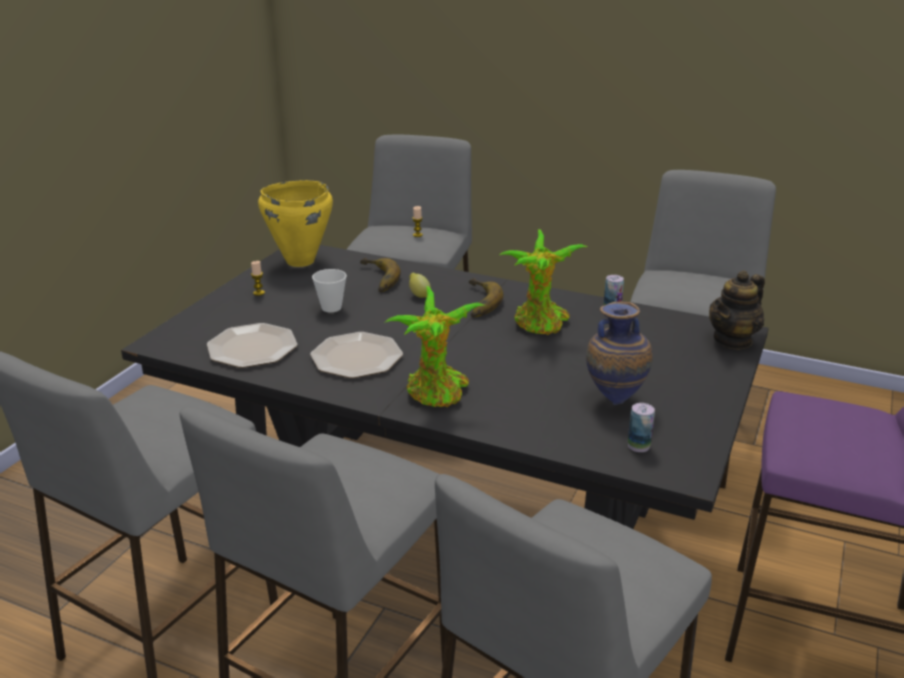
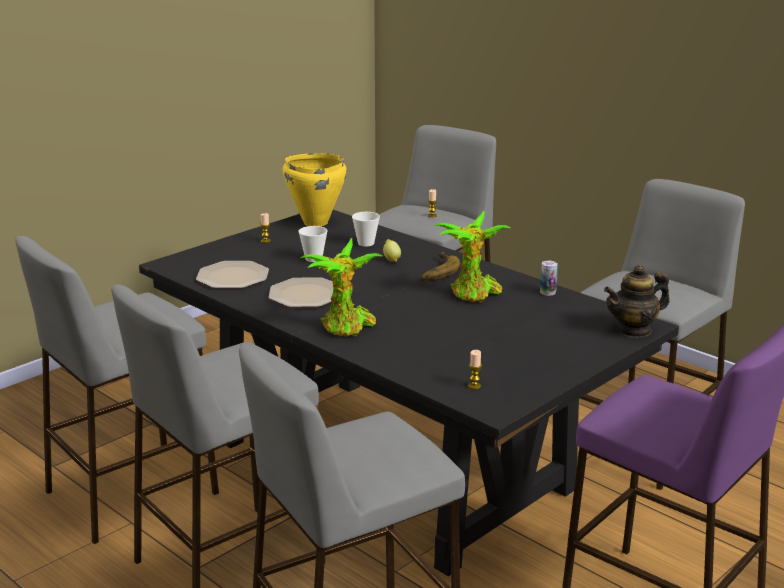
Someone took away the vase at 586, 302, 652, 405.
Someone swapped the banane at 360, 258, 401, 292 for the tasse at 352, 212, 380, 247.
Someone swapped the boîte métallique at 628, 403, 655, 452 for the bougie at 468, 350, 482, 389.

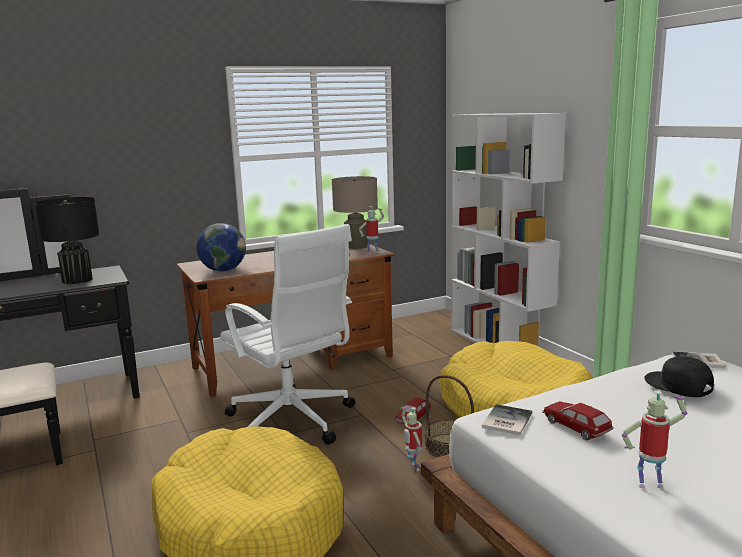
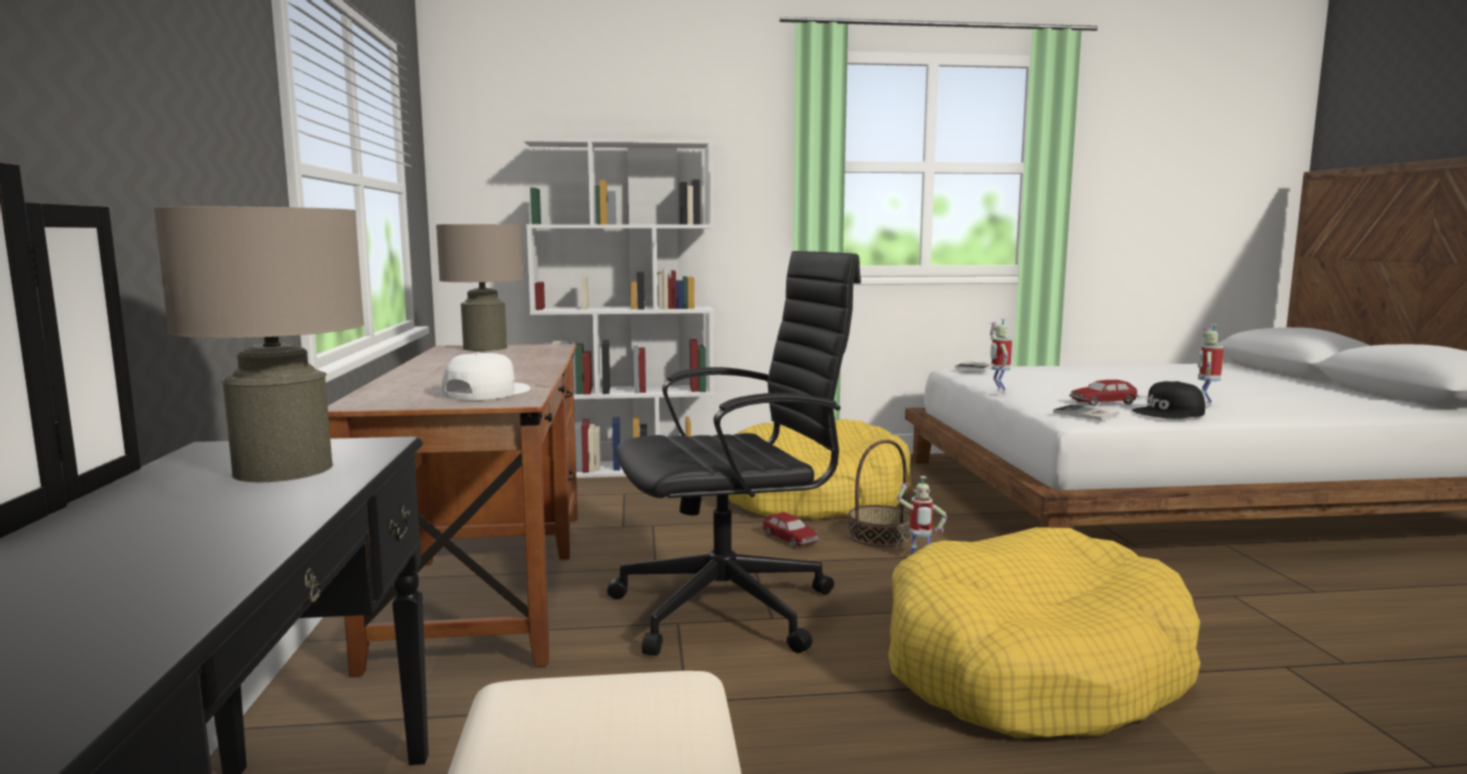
Someone carried the robot jouet from 359, 206, 384, 254 to 989, 318, 1012, 393.
Someone carried the casquette [noir] from 644, 356, 714, 397 to 1132, 381, 1205, 419.
Someone swapped the globe at 196, 223, 246, 271 for the casquette [blanc] at 442, 352, 531, 401.
Someone repainted the lampe de table [noir] at 35, 197, 99, 284, which became the lampe de table [beige] at 154, 206, 364, 482.
Someone repainted the chaise de bureau [blanc] at 220, 224, 355, 445, which became the chaise de bureau [noir] at 607, 251, 861, 656.

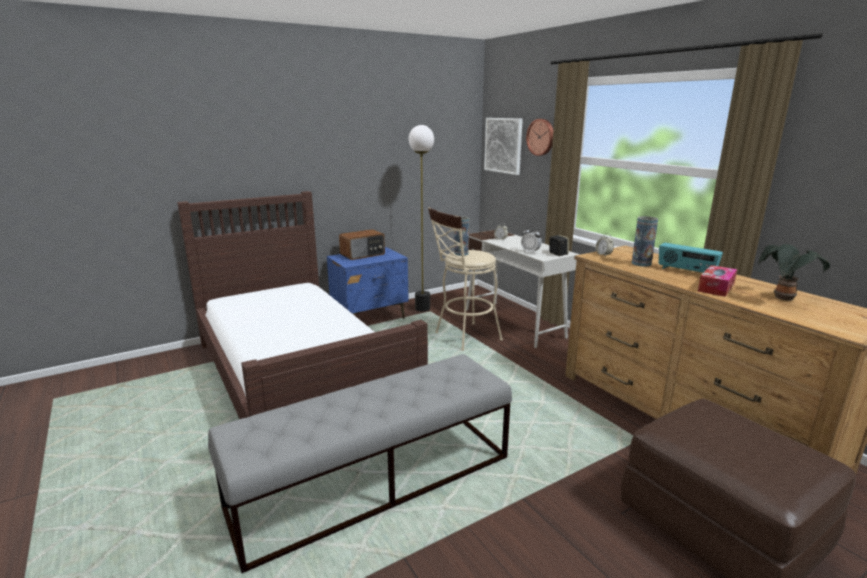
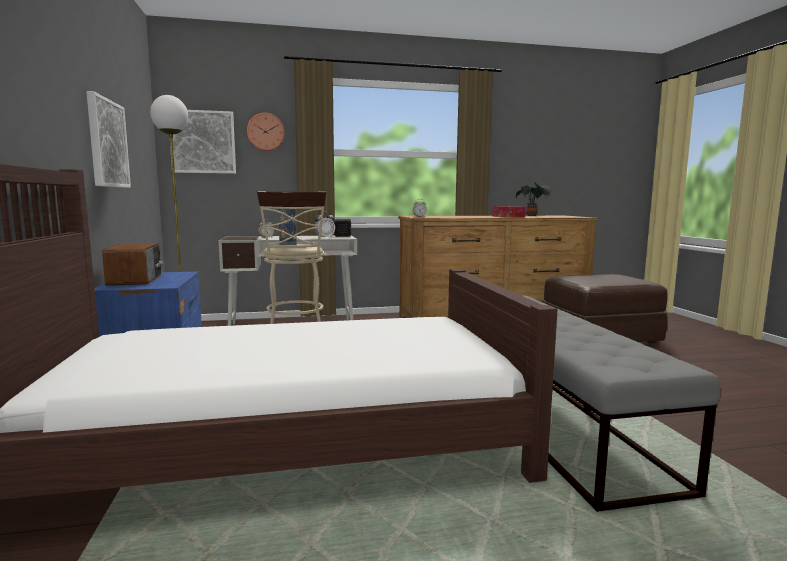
Someone took away the vase at 632, 216, 658, 267.
Someone took away the radio at 659, 243, 723, 273.
Someone put up the tableau at 86, 91, 131, 188.

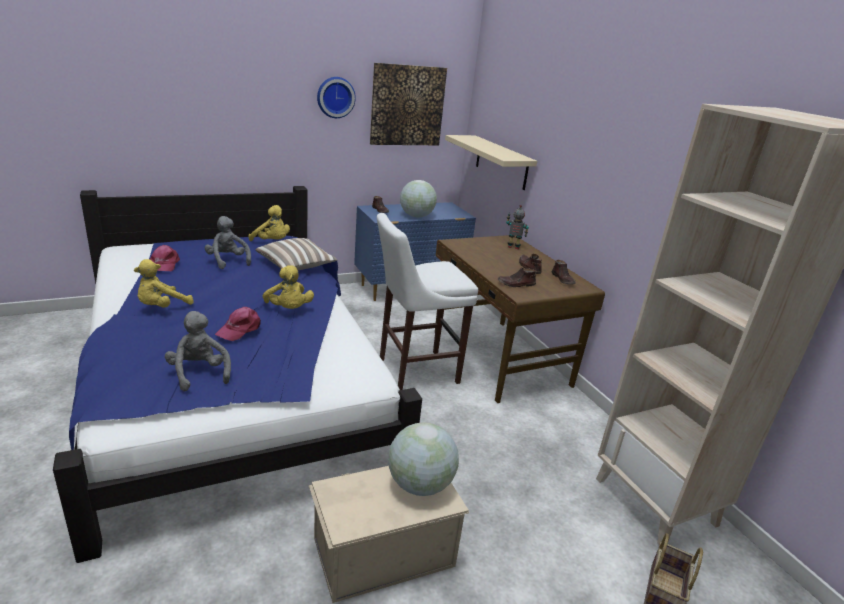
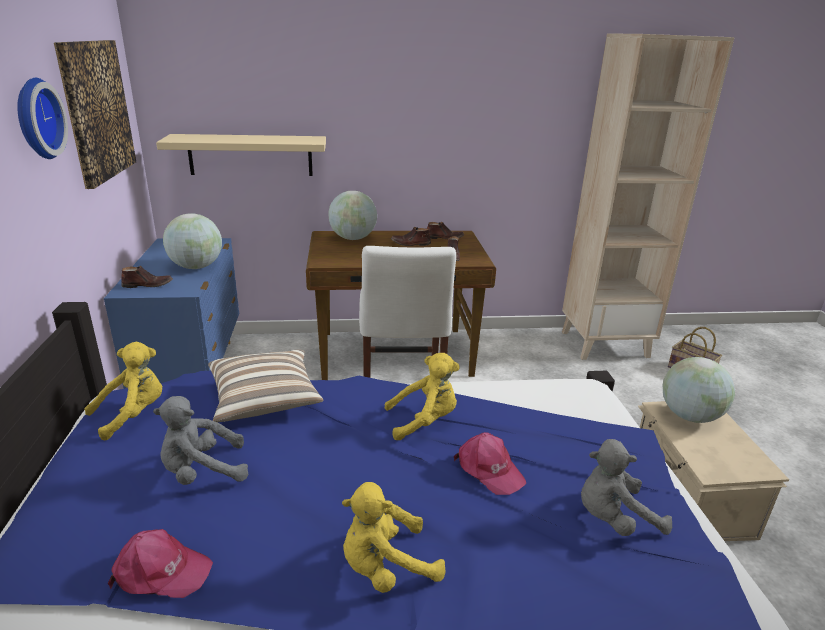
Someone swapped the robot jouet at 506, 205, 529, 249 for the globe at 328, 191, 377, 240.
Someone rotated the peluche [jaune] at 134, 259, 194, 308 by 105 degrees clockwise.

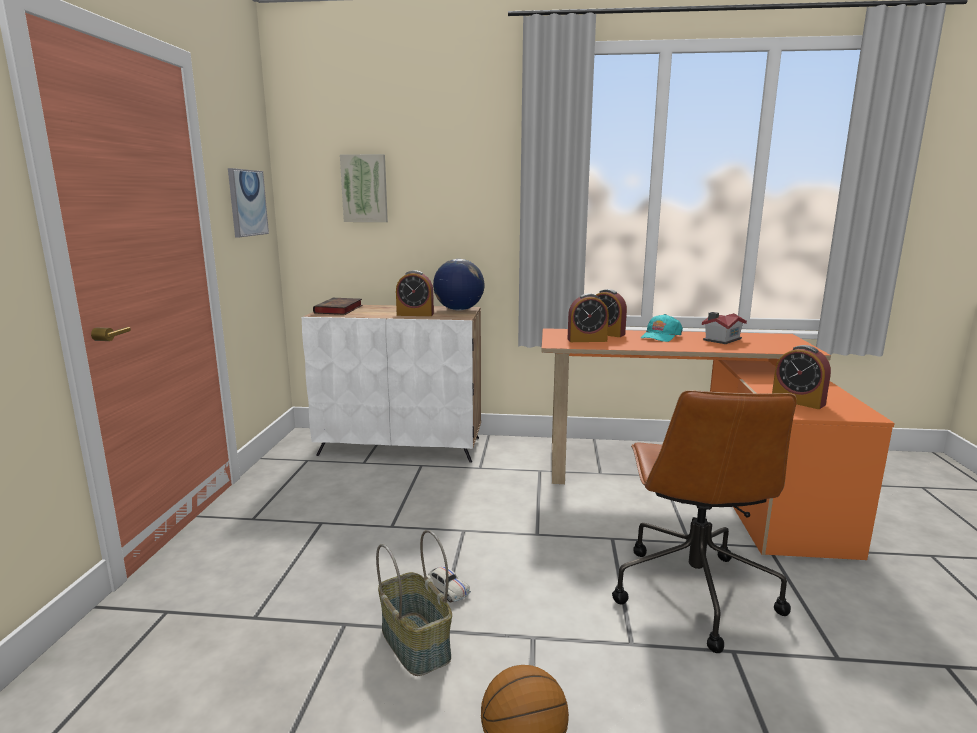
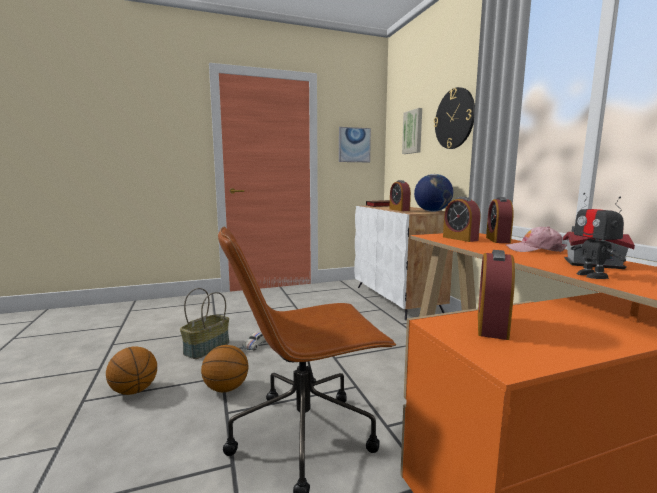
Someone put down the ballon de basket at 201, 345, 248, 392.
Someone put up the horloge murale at 434, 87, 475, 149.
Someone put down the robot jouet at 571, 193, 626, 279.
Someone repainted the casquette [turquoise] at 641, 314, 683, 342, which became the casquette [rose] at 506, 226, 567, 252.

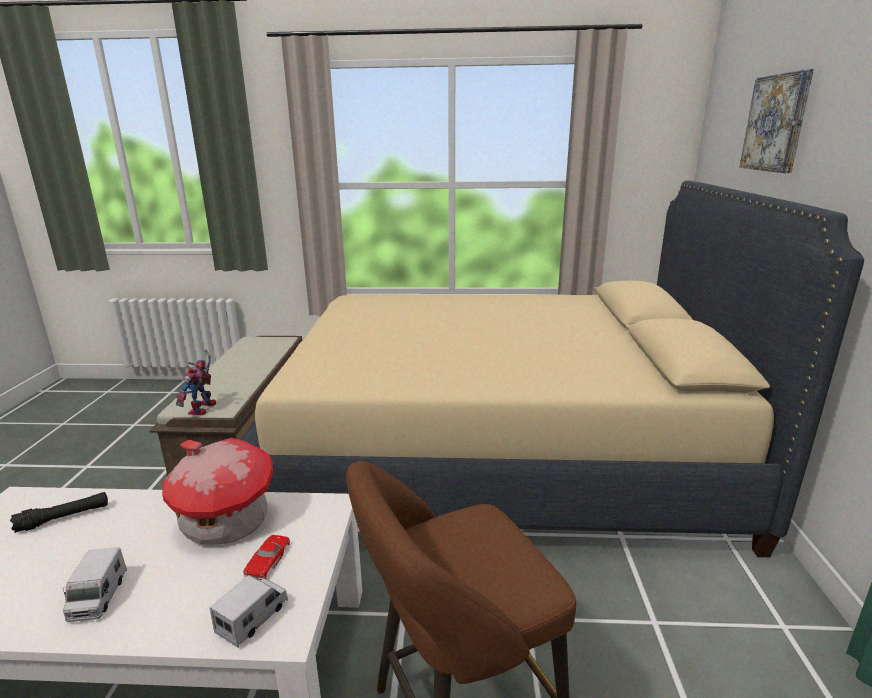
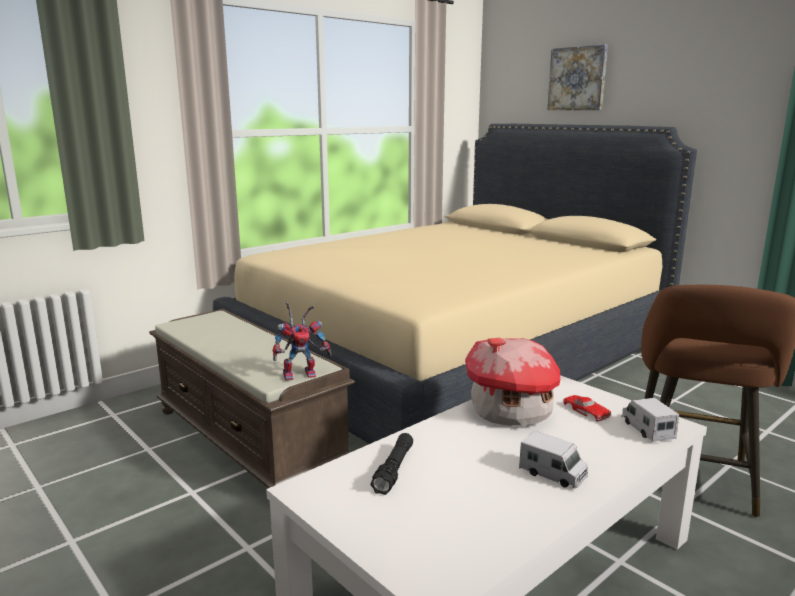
Someone rotated the robot jouet at 175, 349, 216, 415 by 75 degrees counterclockwise.

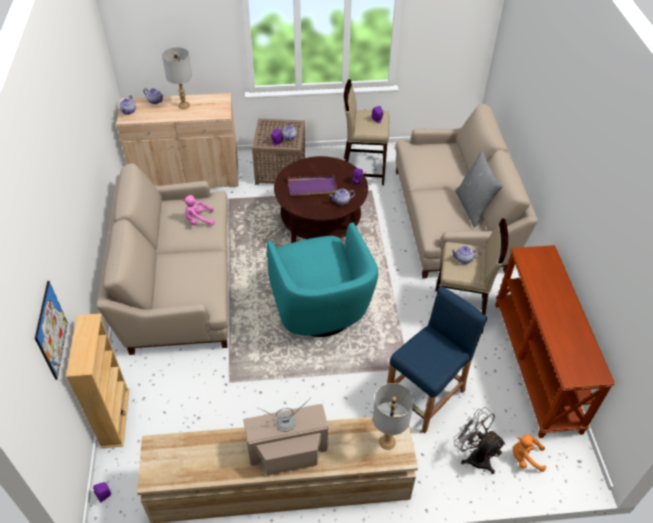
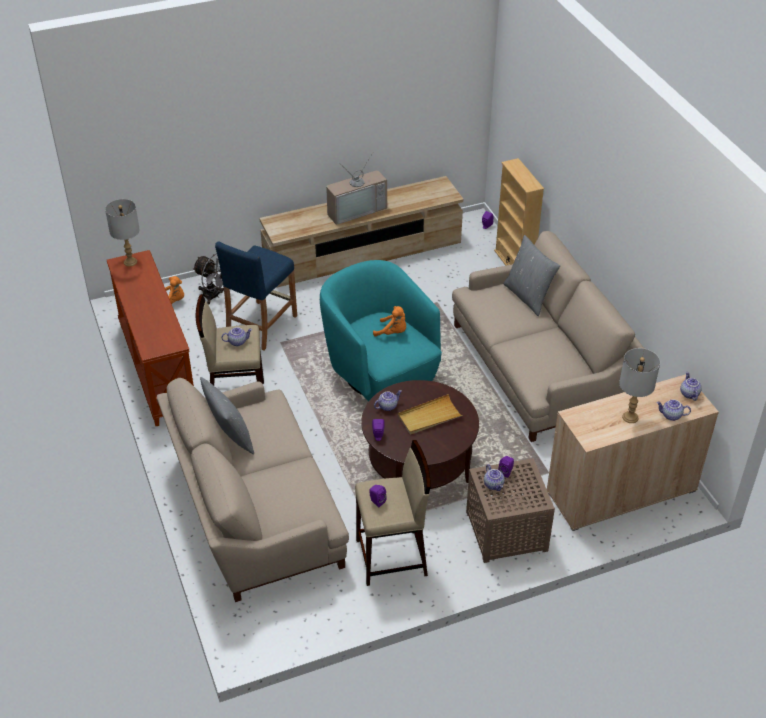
Someone took away the tableau at 35, 281, 68, 380.
Someone took away the peluche [rose] at 183, 195, 215, 226.
Someone put down the peluche [orange] at 373, 306, 406, 336.
Someone put down the coussin [gris] at 503, 235, 560, 316.
Someone carried the lampe de table [gris] from 373, 383, 414, 450 to 105, 199, 140, 266.
Someone repainted the plateau [violet] at 288, 175, 337, 196, which became the plateau [beige] at 398, 394, 463, 434.

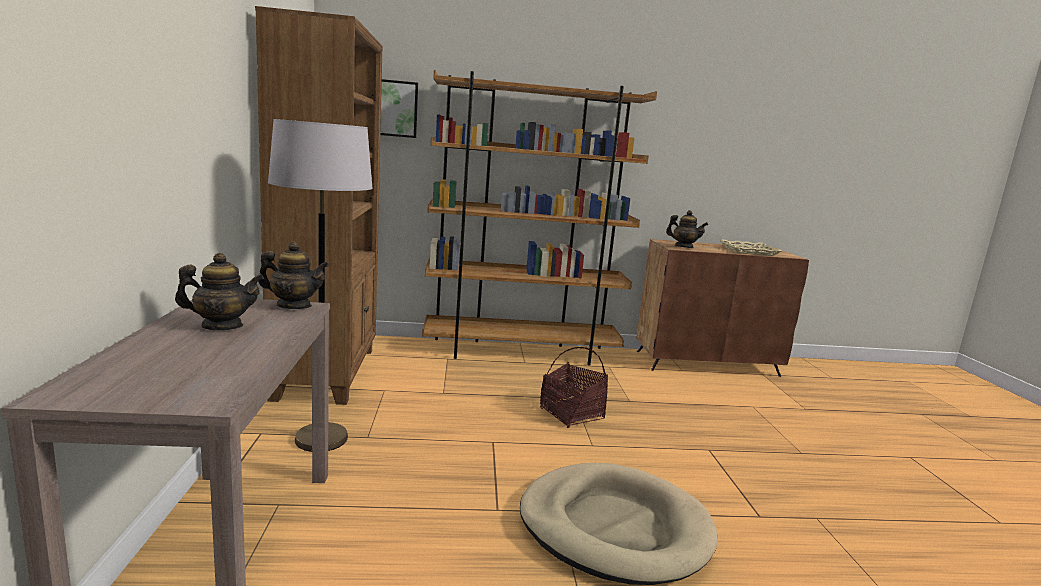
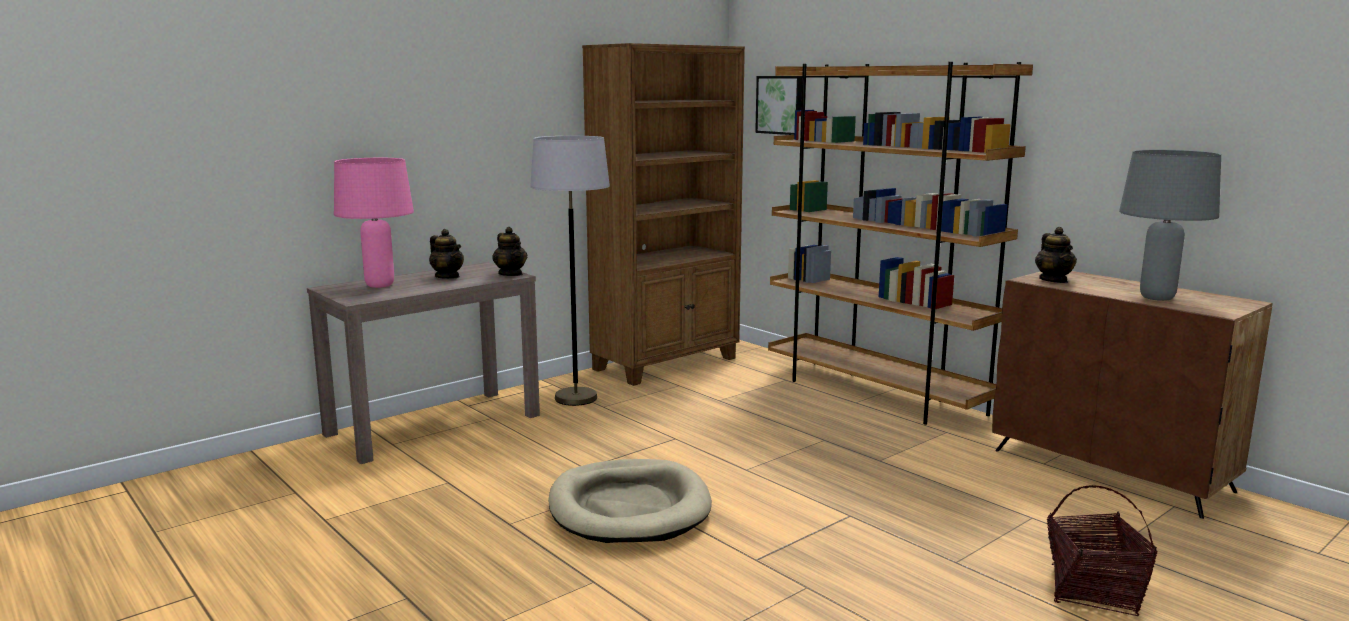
Someone put down the lampe de table [rose] at 334, 158, 414, 288.
Someone carried the panier from 540, 347, 608, 428 to 1047, 485, 1157, 616.
Someone swapped the plateau [beige] at 720, 239, 781, 256 for the lampe de table [gris] at 1119, 150, 1221, 301.

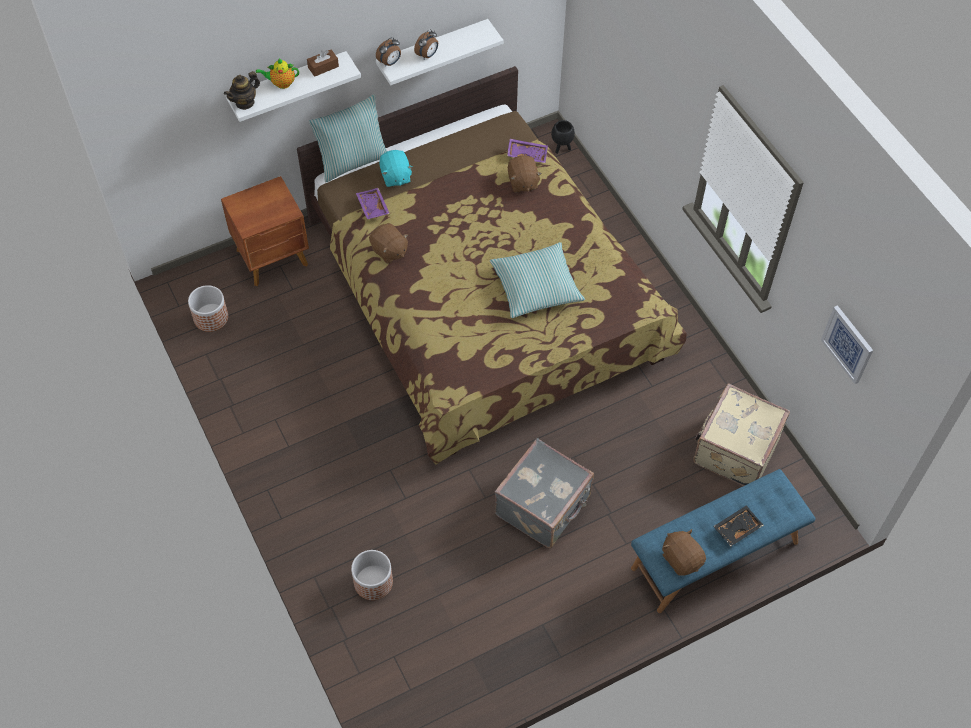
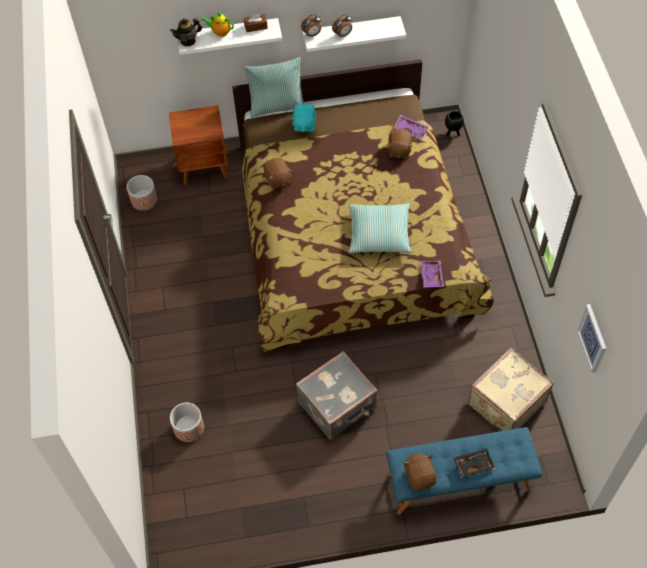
Someone carried the plateau [violet] from 356, 188, 390, 219 to 420, 261, 444, 287.

